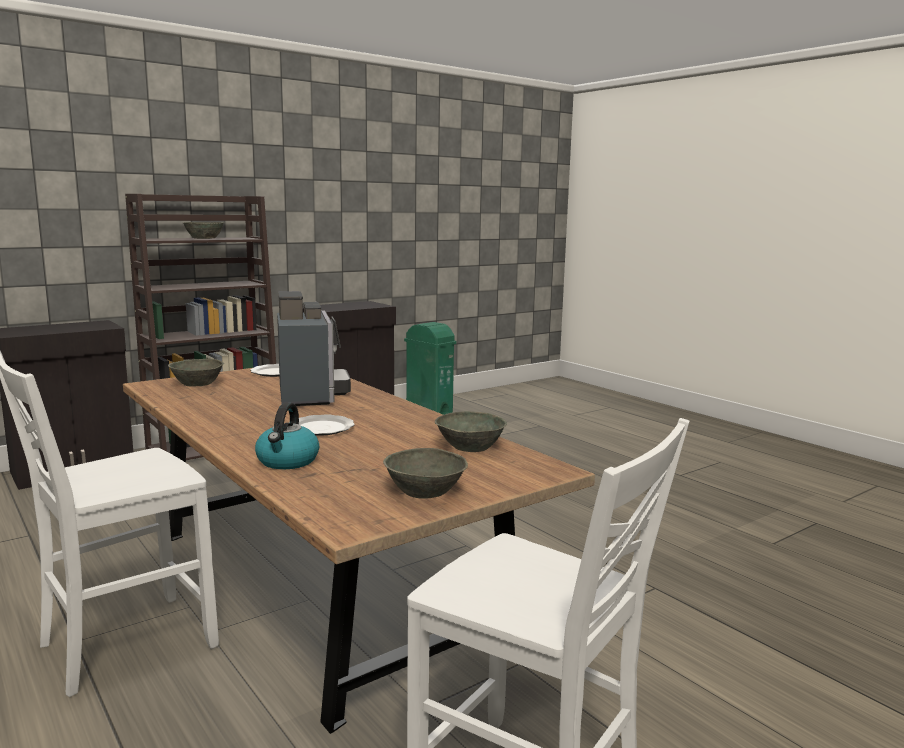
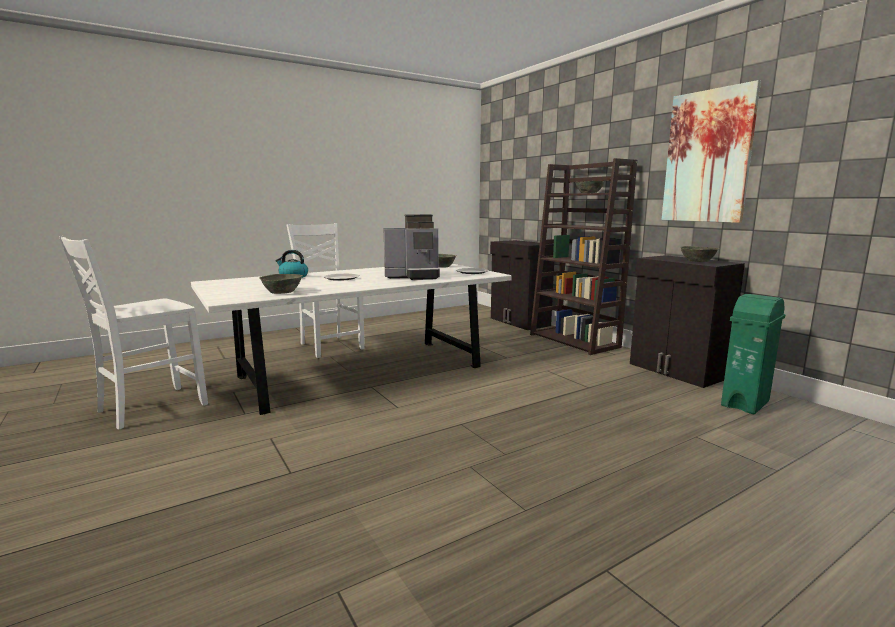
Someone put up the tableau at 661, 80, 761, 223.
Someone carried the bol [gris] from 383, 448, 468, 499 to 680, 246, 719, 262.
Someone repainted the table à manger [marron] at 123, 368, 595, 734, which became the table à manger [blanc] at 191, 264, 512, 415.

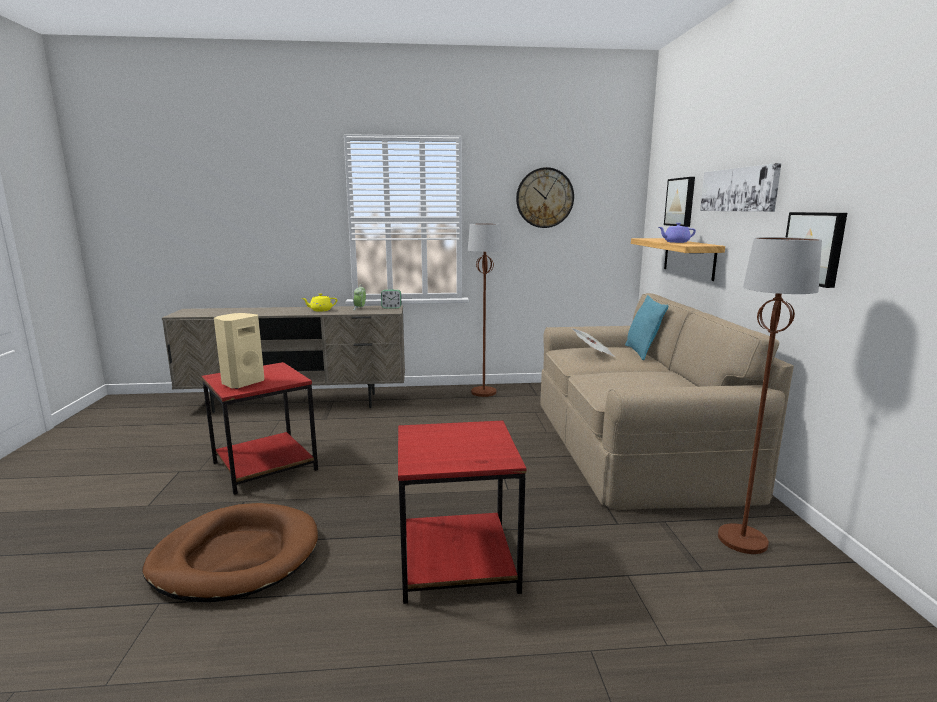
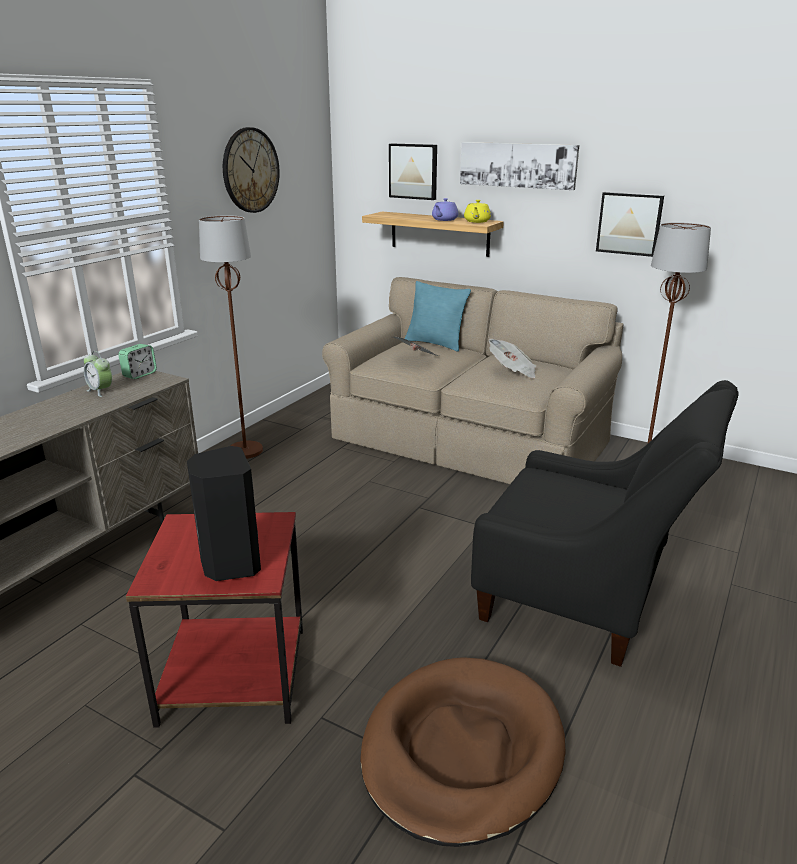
Someone put down the journal at 489, 339, 536, 378.
Someone carried the théière [jaune] from 301, 293, 337, 312 to 464, 200, 491, 223.
Someone swapped the table d'appoint [rouge] at 398, 421, 526, 604 for the fauteuil [noir] at 471, 380, 739, 667.
Someone repainted the enceinte [beige] at 214, 313, 264, 389, which became the enceinte [noir] at 187, 446, 261, 581.

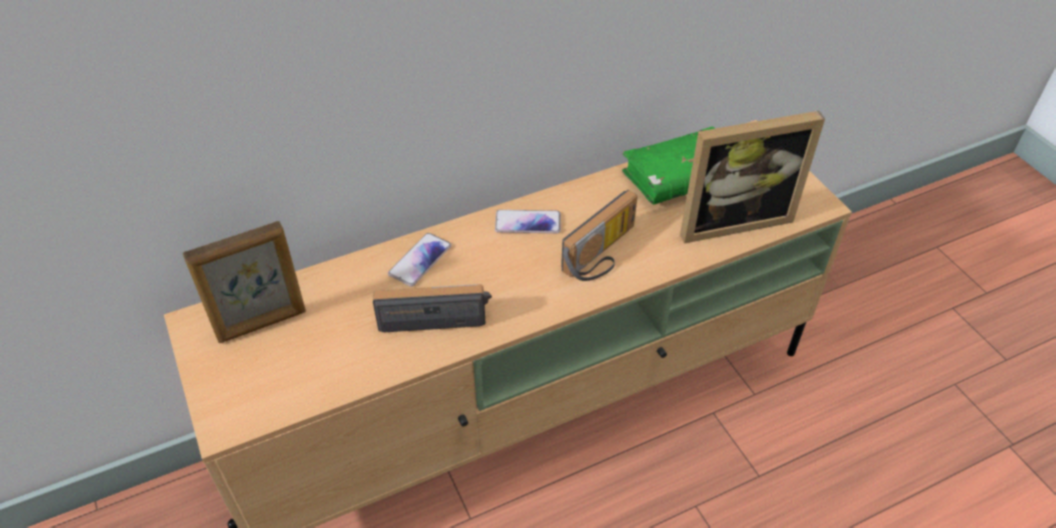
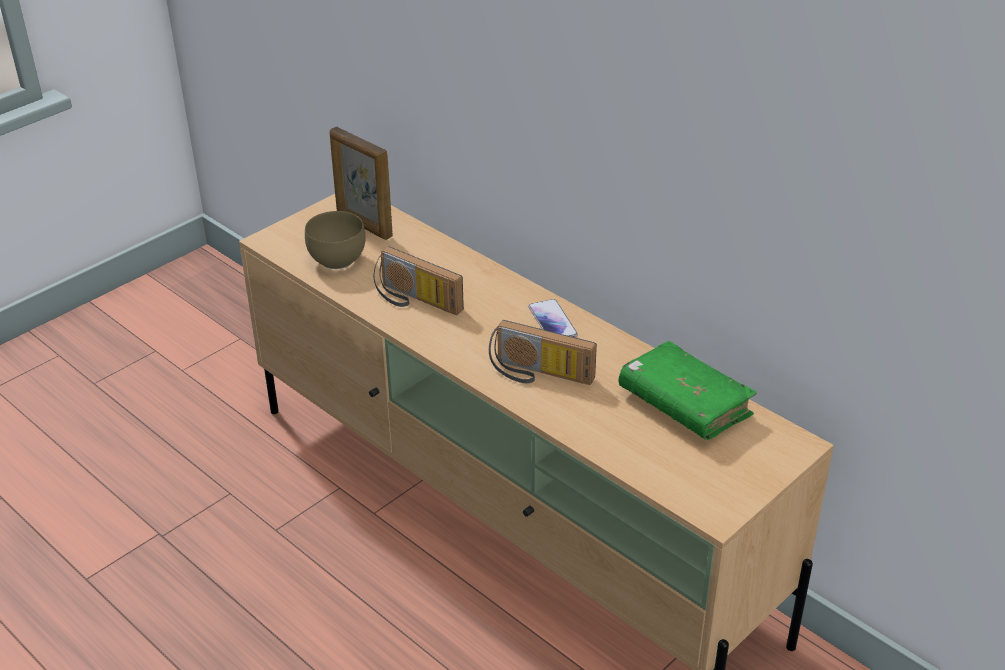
Someone took away the téléphone at 388, 233, 452, 287.
Someone took away the cadre photo at 680, 111, 825, 244.
Someone put down the bol [marron] at 305, 211, 366, 269.
Someone rotated the radio at 373, 284, 492, 332 by 150 degrees clockwise.

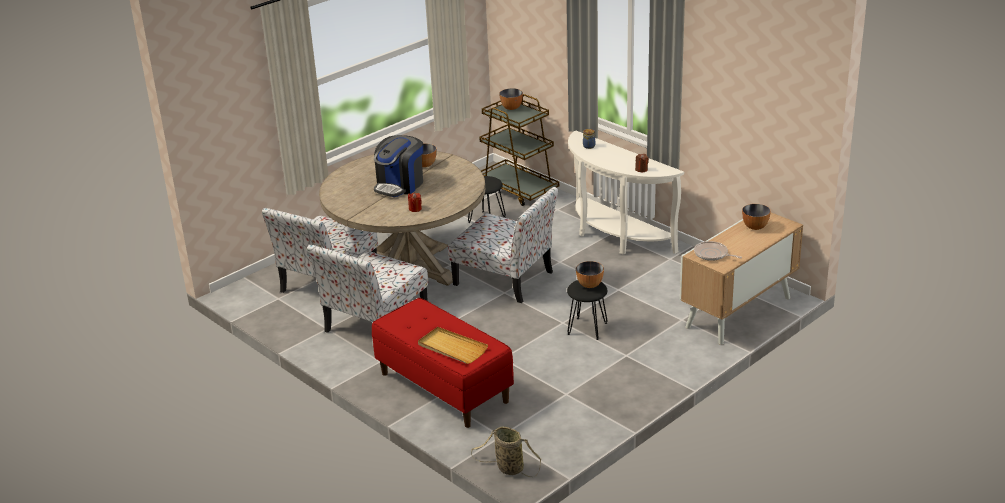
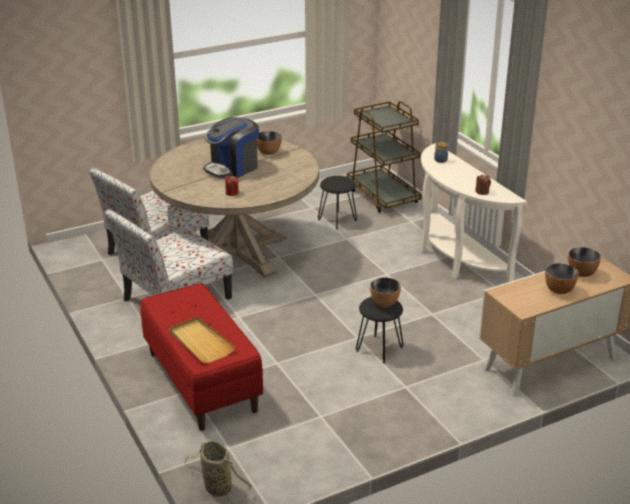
Someone took away the chaise at 448, 187, 558, 303.
Someone took away the poêle at 694, 241, 742, 261.
Someone carried the bol from 499, 88, 523, 110 to 545, 263, 579, 294.

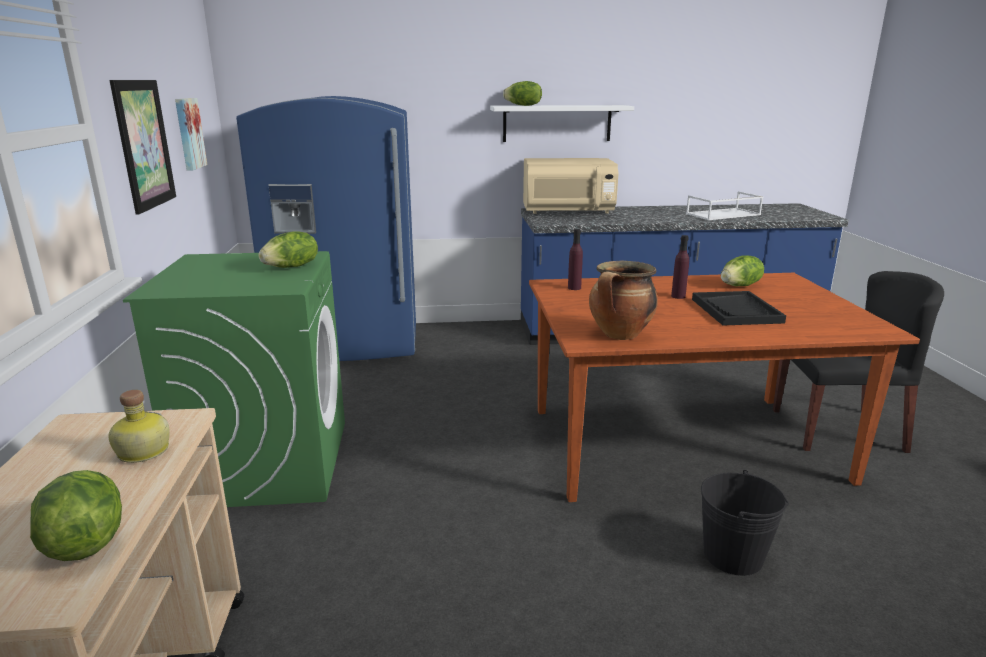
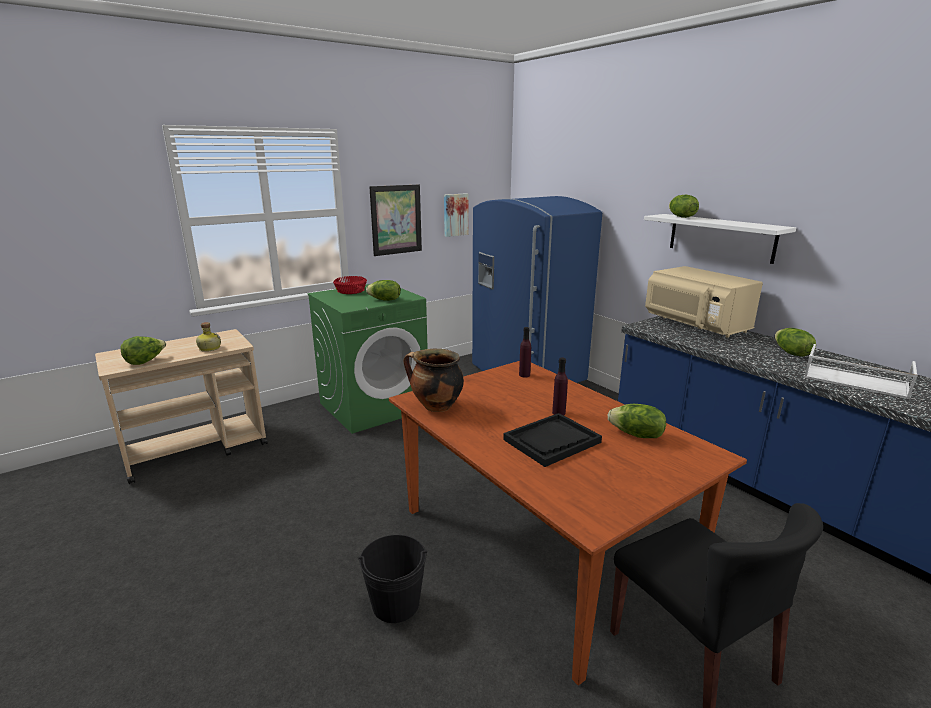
Someone put down the bol [rouge] at 333, 276, 367, 294.
Someone put down the laitue at 775, 328, 816, 356.

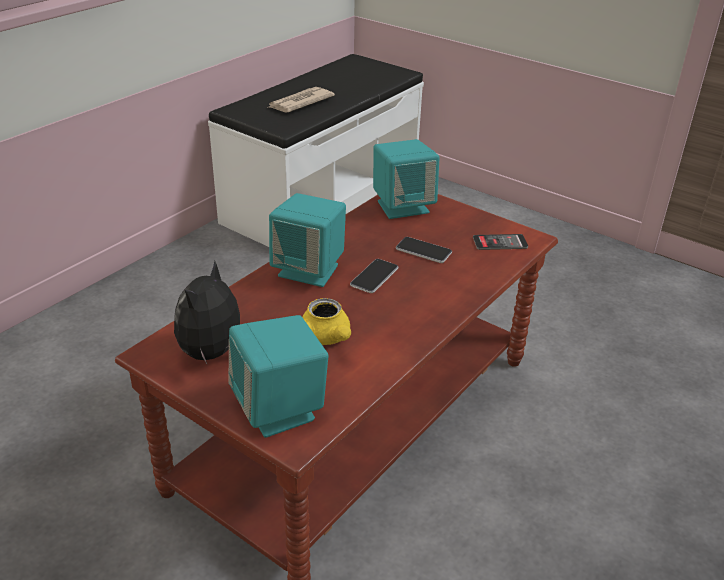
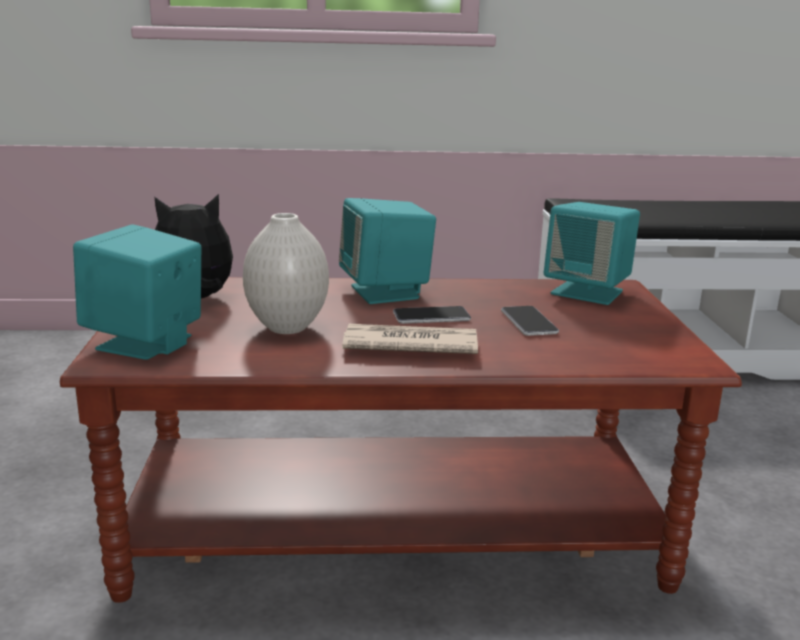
Someone took away the téléphone at 473, 234, 528, 250.
Someone carried the journal from 267, 87, 335, 113 to 342, 324, 478, 354.
Someone swapped the théière [jaune] at 302, 298, 351, 345 for the vase [blanc] at 243, 213, 329, 334.

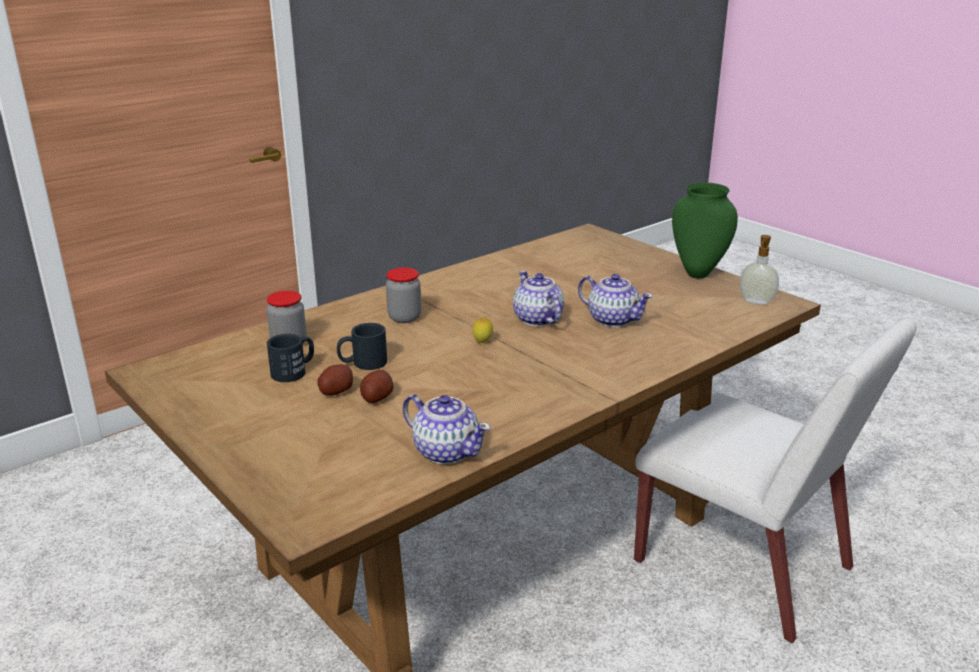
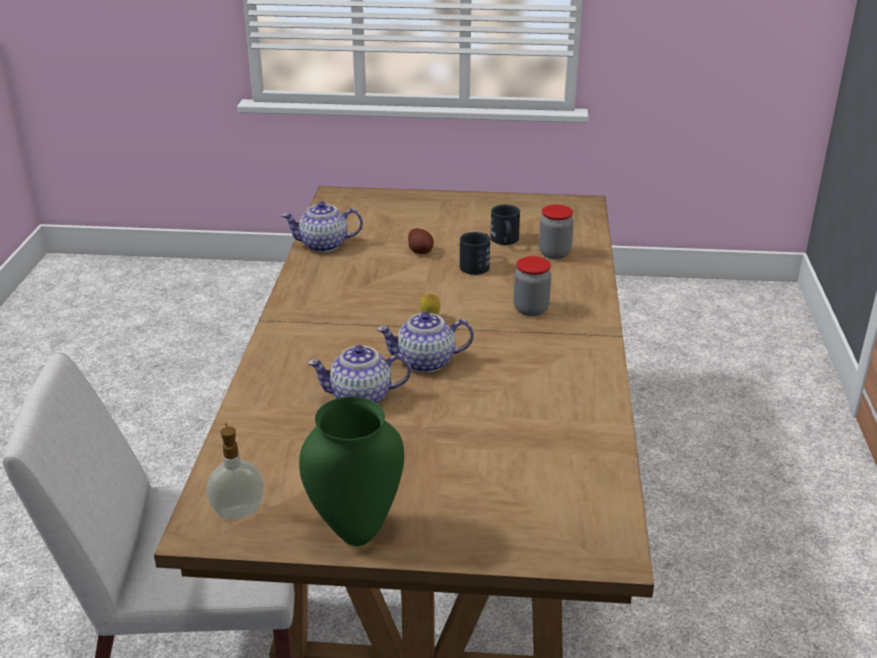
Someone took away the pomme de terre at 318, 364, 353, 396.
Someone rotated the théière at 513, 271, 564, 326 by 150 degrees clockwise.

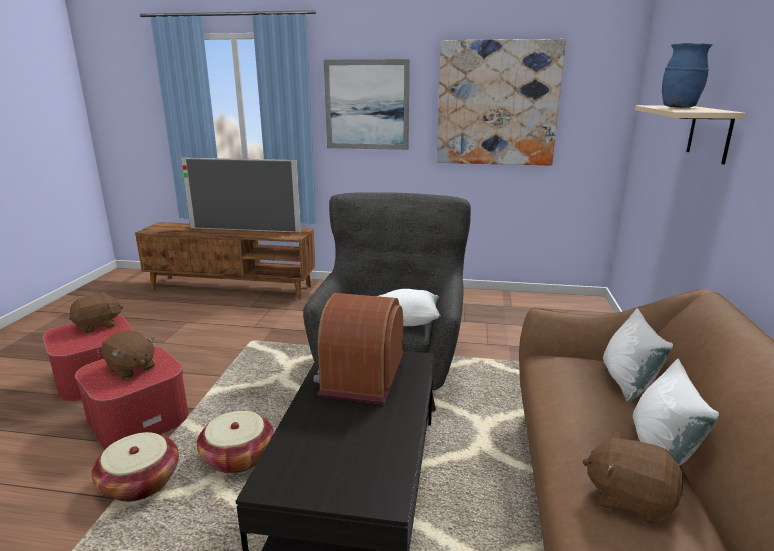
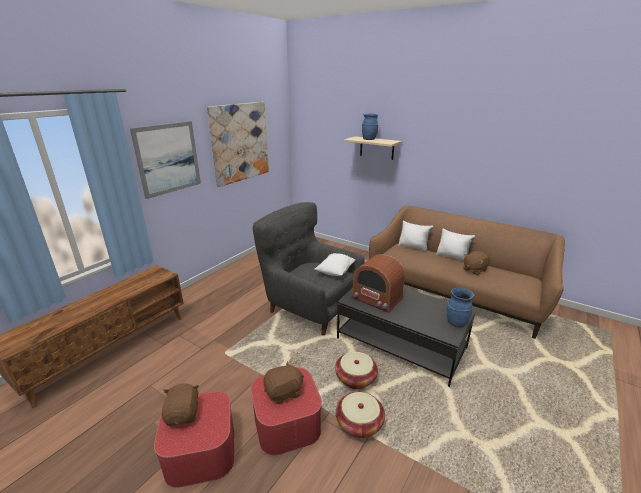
Someone took away the téléviseur at 181, 157, 301, 233.
Someone put down the vase [bleu] at 447, 288, 474, 327.

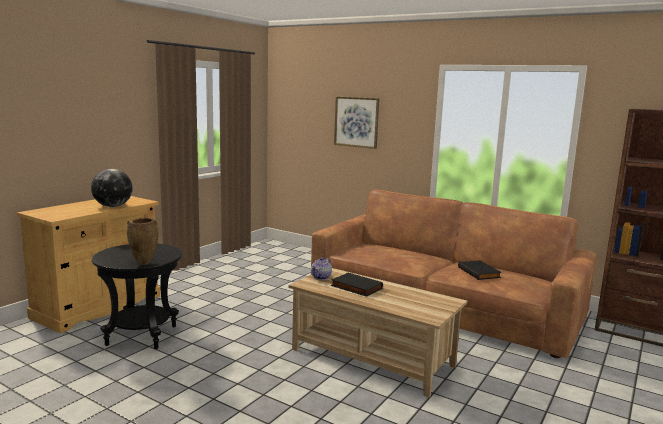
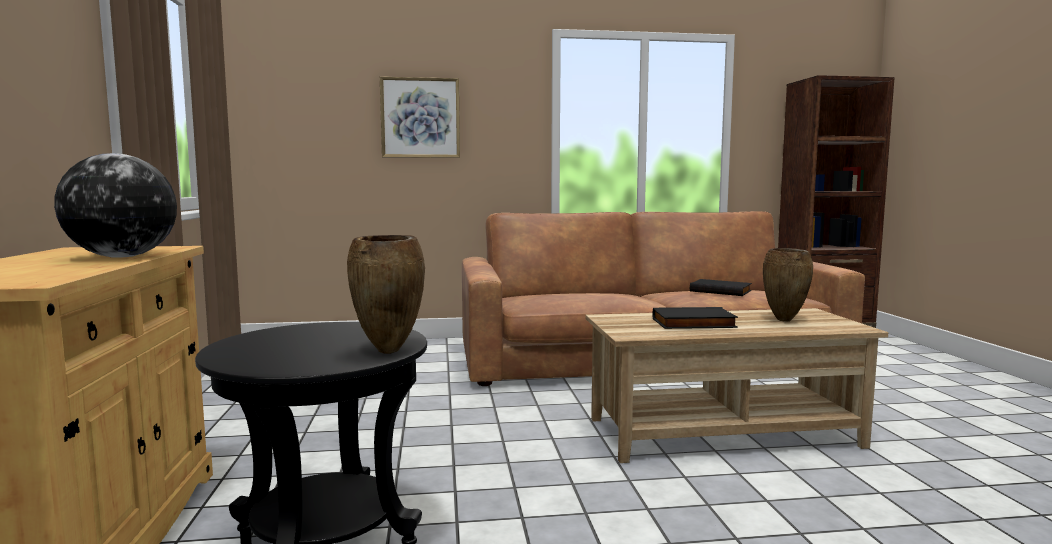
Someone took away the théière at 311, 257, 332, 280.
Someone put down the vase [marron] at 763, 248, 813, 322.

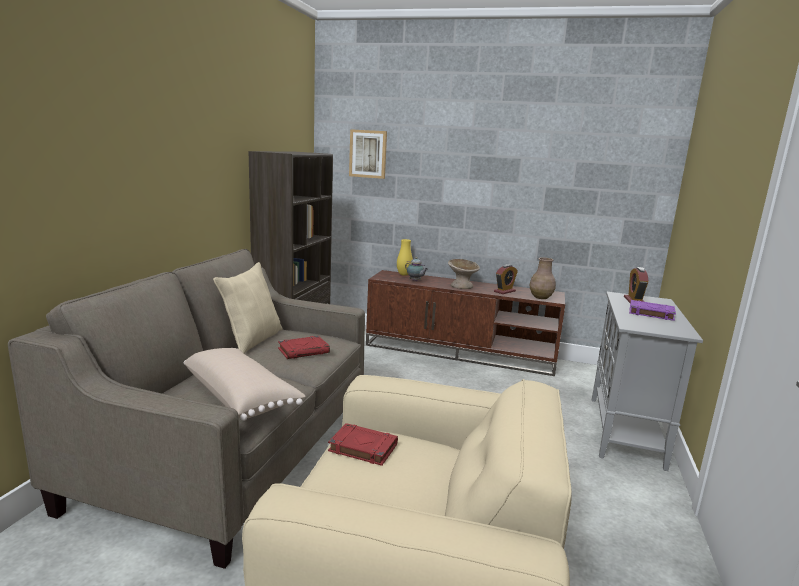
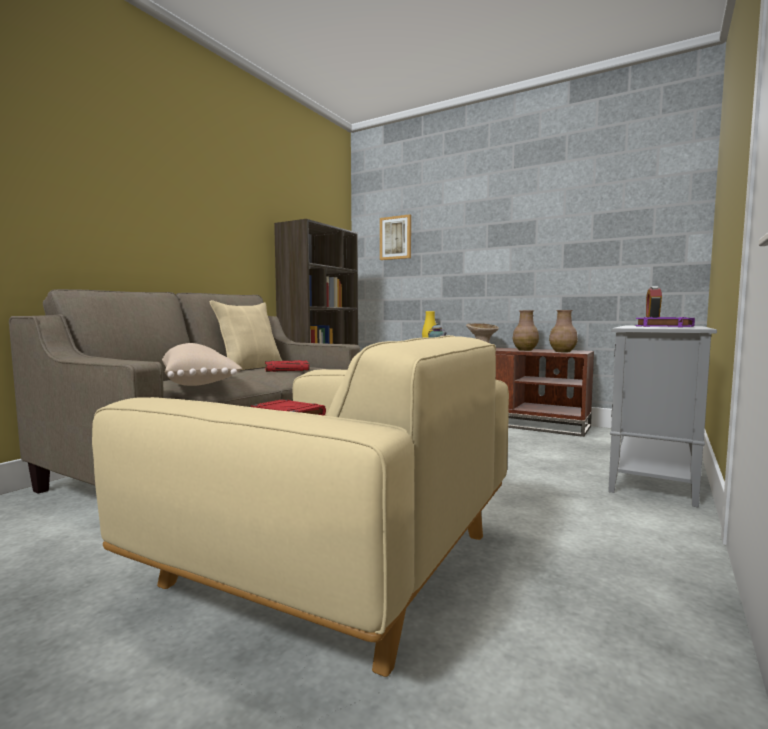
Someone swapped the réveil at 494, 264, 518, 294 for the vase [marron] at 513, 310, 539, 351.

